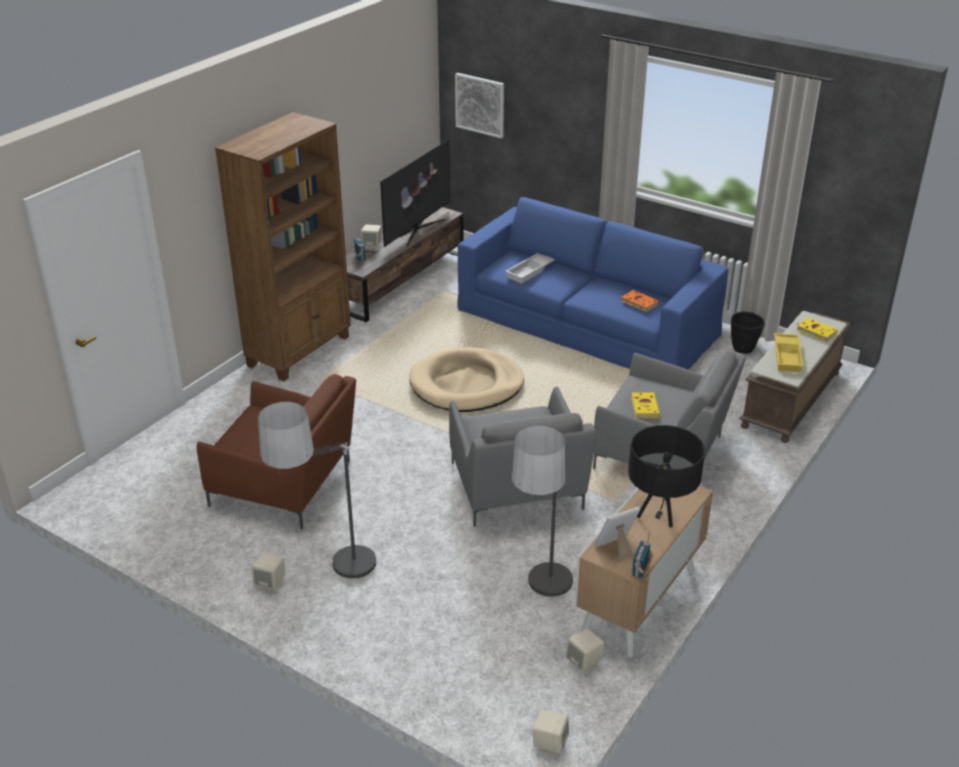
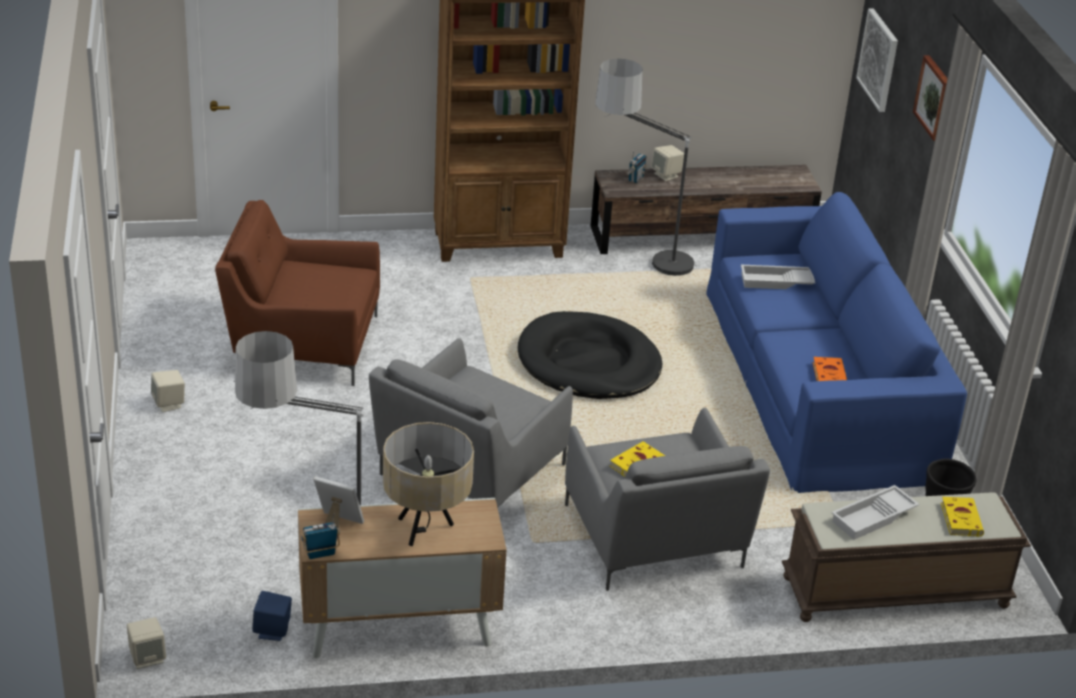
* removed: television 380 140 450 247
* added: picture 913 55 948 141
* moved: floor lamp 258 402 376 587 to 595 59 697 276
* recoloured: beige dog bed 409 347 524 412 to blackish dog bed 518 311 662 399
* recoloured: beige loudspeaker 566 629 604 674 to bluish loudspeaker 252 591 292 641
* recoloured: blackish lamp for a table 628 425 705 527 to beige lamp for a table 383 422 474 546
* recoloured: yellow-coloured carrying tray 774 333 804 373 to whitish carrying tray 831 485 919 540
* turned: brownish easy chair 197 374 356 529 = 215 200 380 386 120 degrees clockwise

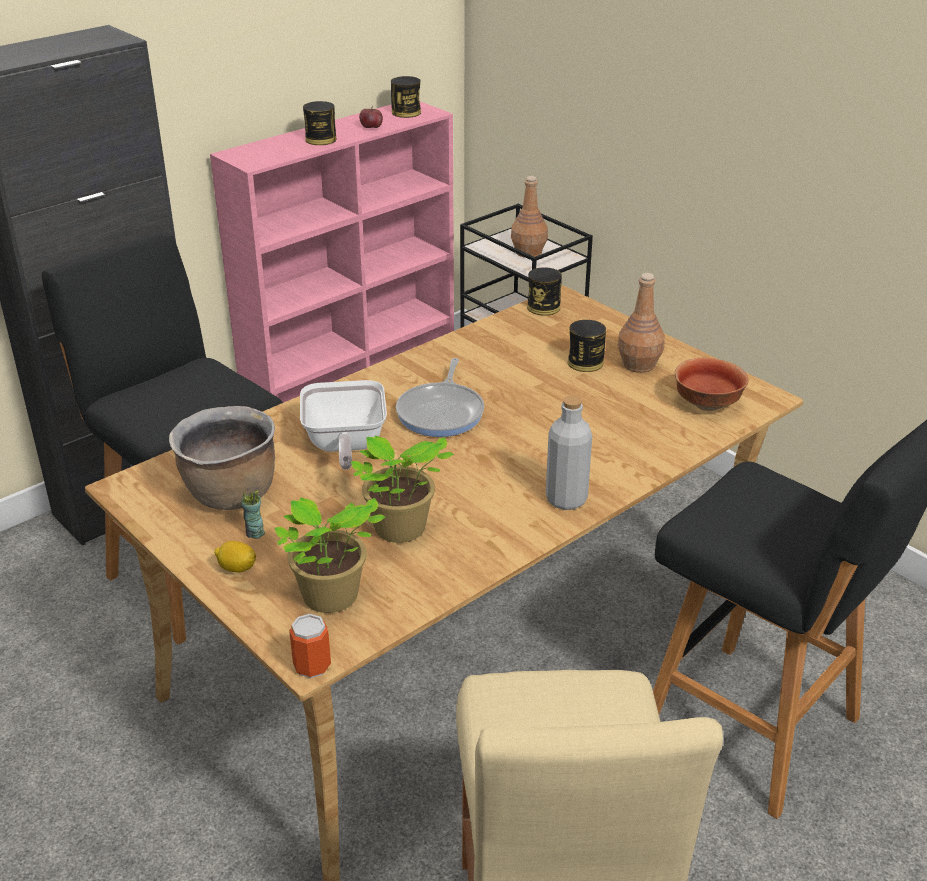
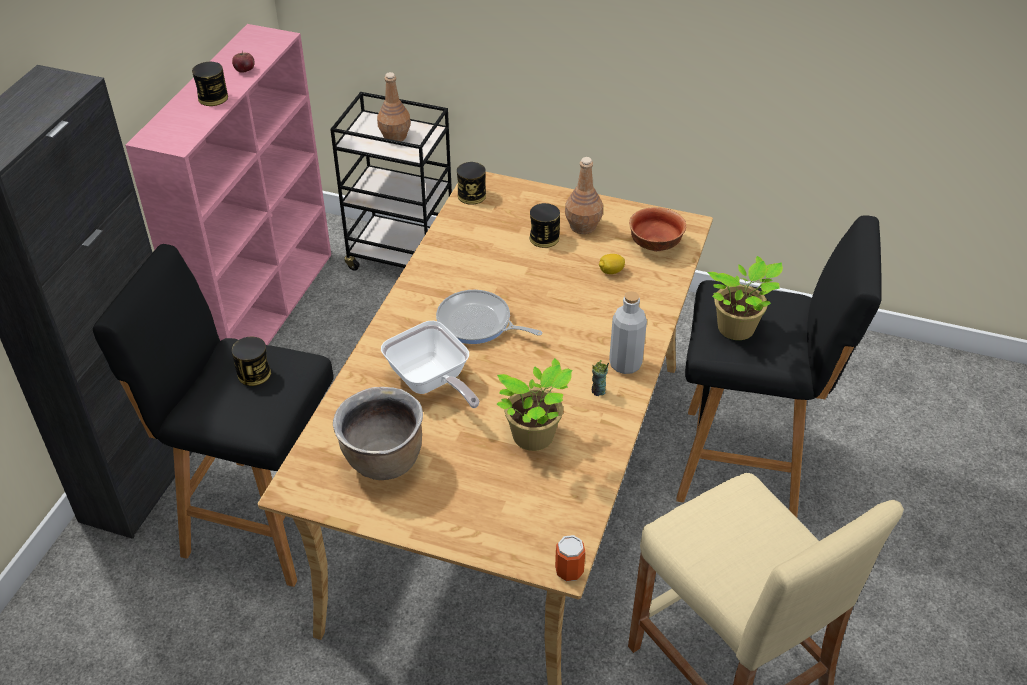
* moved: lemon 214 541 256 572 to 599 254 625 274
* moved: small cup 241 491 265 539 to 592 360 609 396
* moved: houseplant 274 497 385 613 to 707 256 783 340
* moved: metal can 391 76 421 118 to 232 337 271 386
* turned: pan 396 358 484 437 = 436 290 542 344 135 degrees clockwise

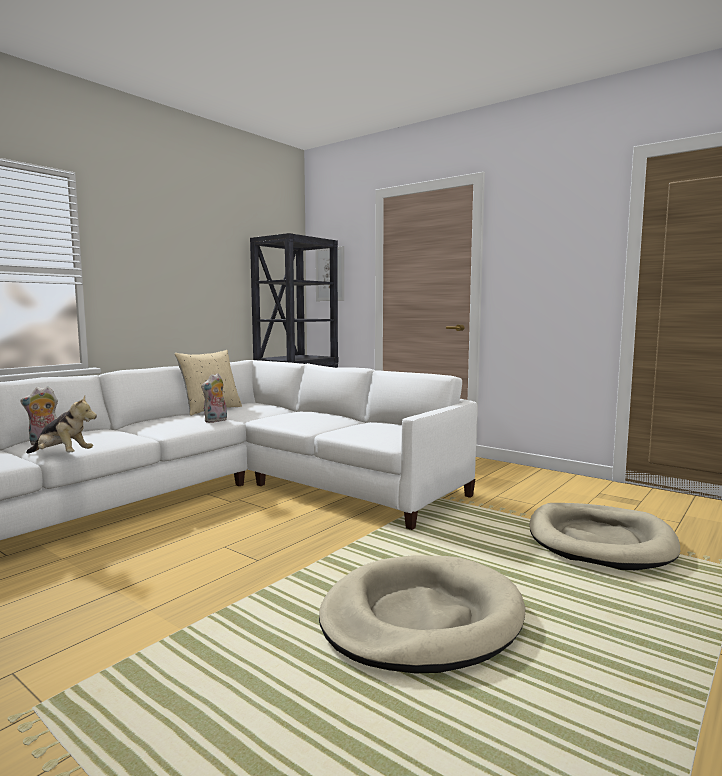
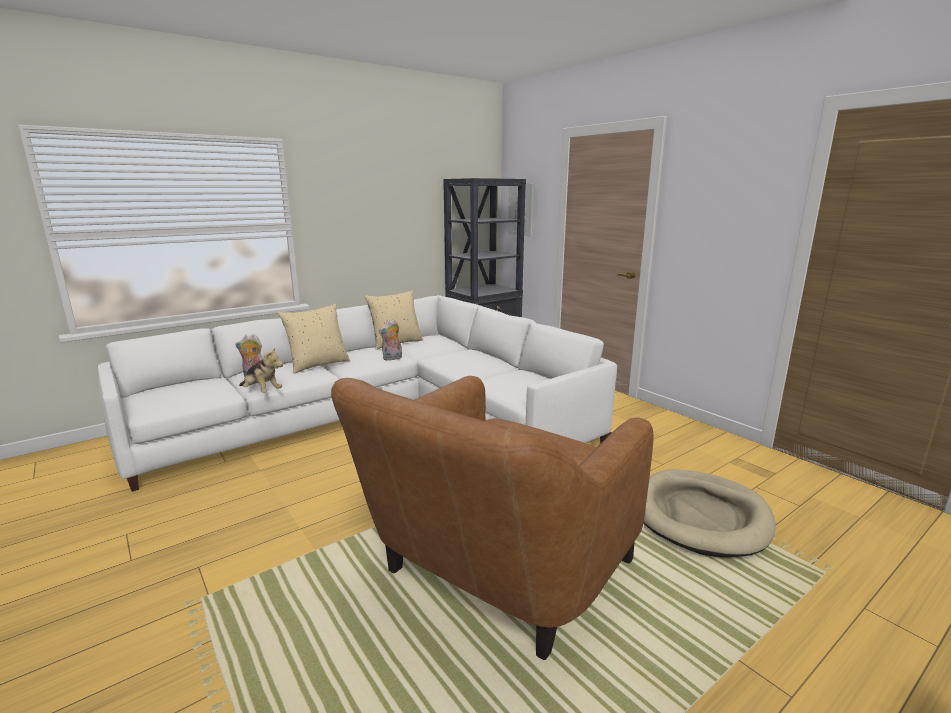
* added: beige throw pillow 278 304 350 374
* replaced: beige dog bed 319 555 525 673 to brownish easy chair 331 376 654 660

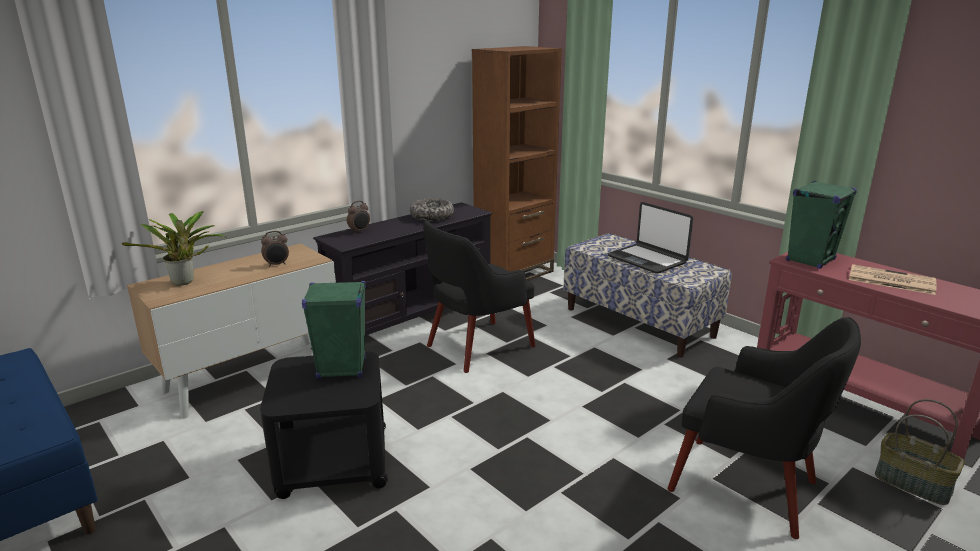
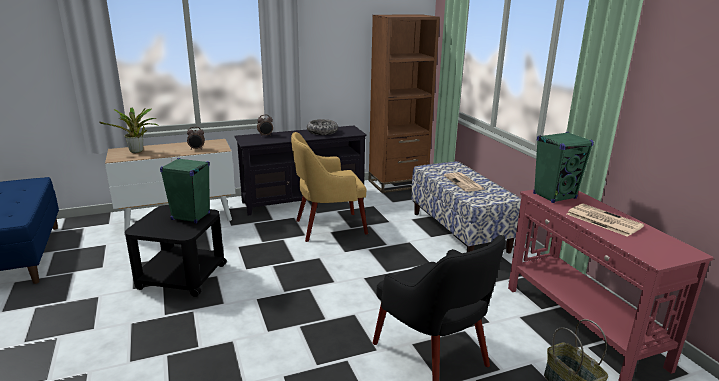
* replaced: notebook computer 608 202 693 274 to newspaper 444 172 486 192
* recoloured: blackish easy chair 423 221 536 373 to yellow-coloured easy chair 291 132 368 242

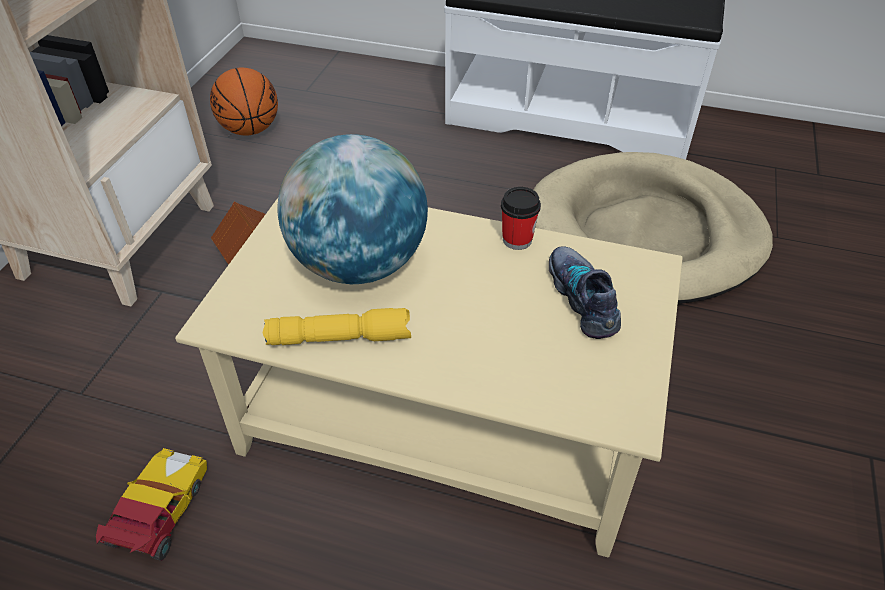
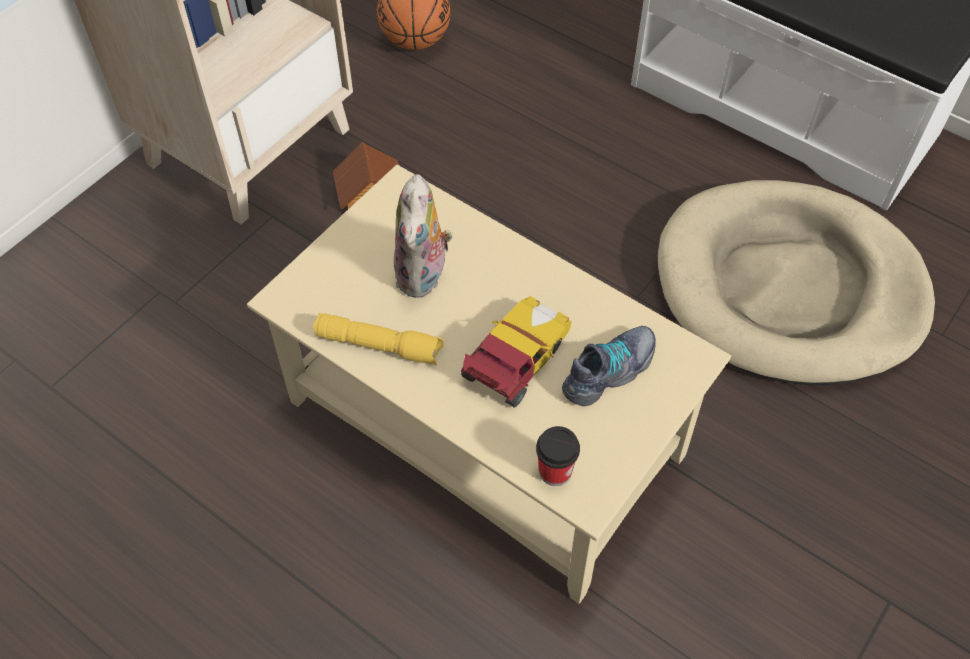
* moved: model car 96 448 207 561 to 461 296 572 408
* moved: small cup 501 187 541 250 to 536 426 580 486
* replaced: desk globe 277 134 428 284 to soft toy 394 174 452 298
* turned: low shoe 549 247 621 339 = 562 326 656 406 45 degrees clockwise

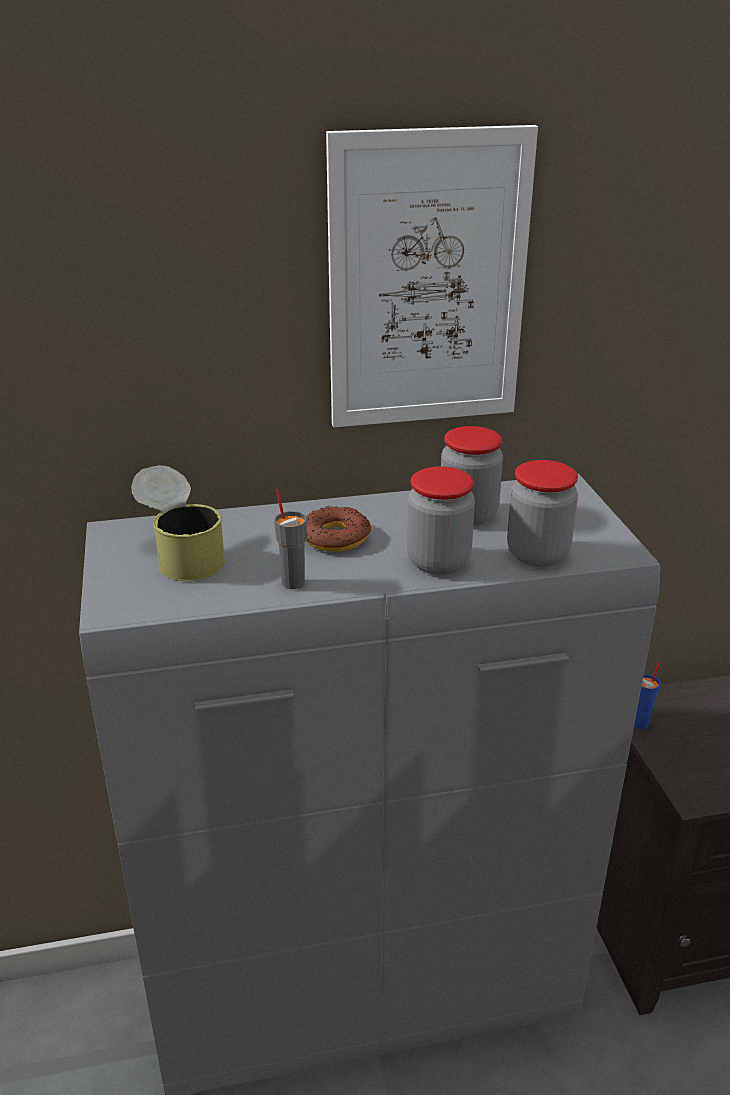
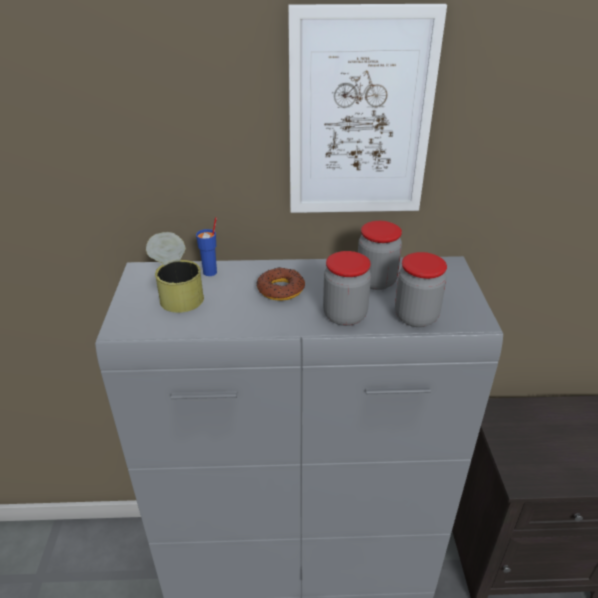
* removed: gray small cup 274 490 307 589
* moved: bluish small cup 634 661 660 729 to 196 217 217 276

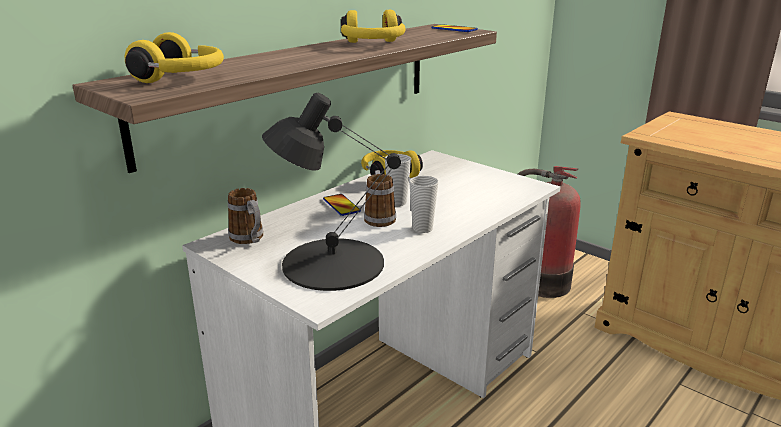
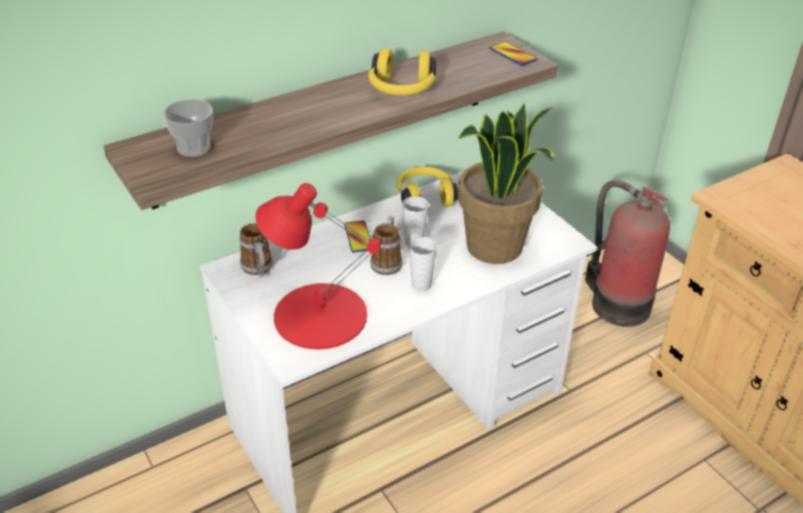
* added: houseplant 458 103 553 264
* replaced: yellow-coloured pair of headphones 125 32 224 83 to small cup 163 99 213 157
* recoloured: blackish lamp for a table 262 93 401 291 to red lamp for a table 255 183 381 349

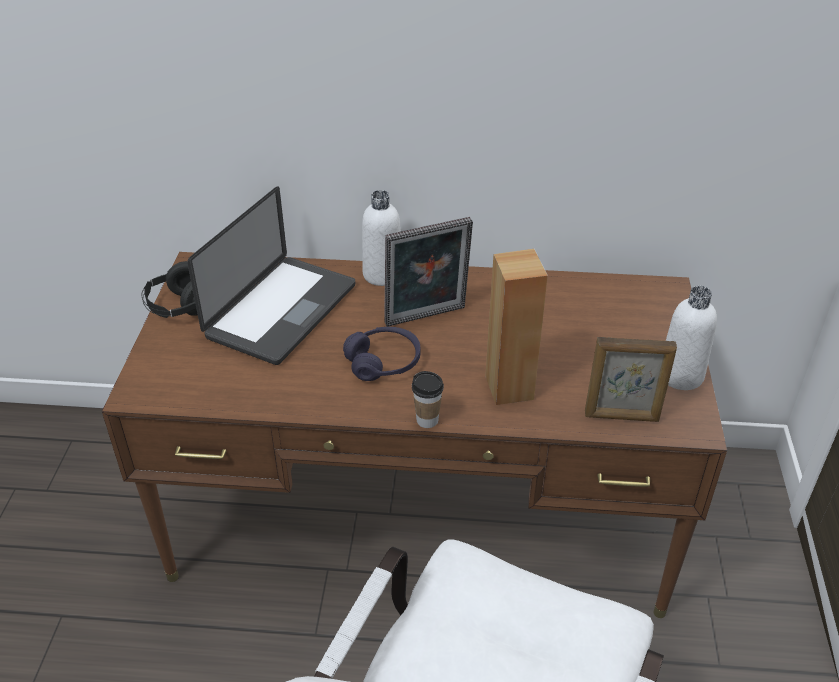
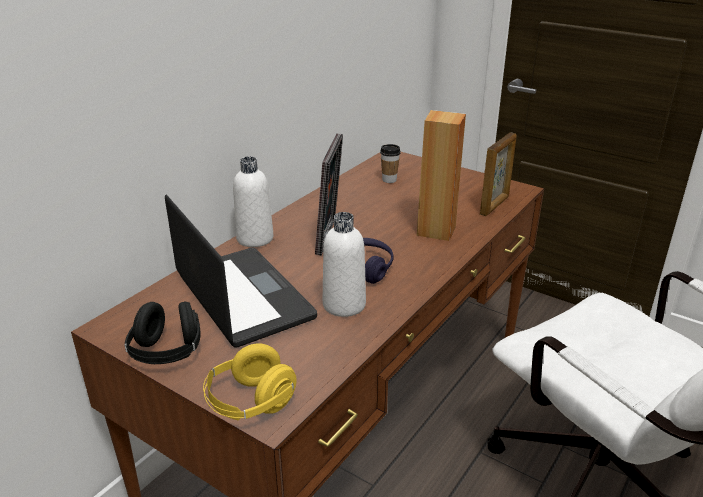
* added: yellow-coloured pair of headphones 203 344 297 420
* moved: small cup 412 371 444 428 to 380 144 401 183
* moved: whitish bottle 666 286 717 390 to 323 212 366 317

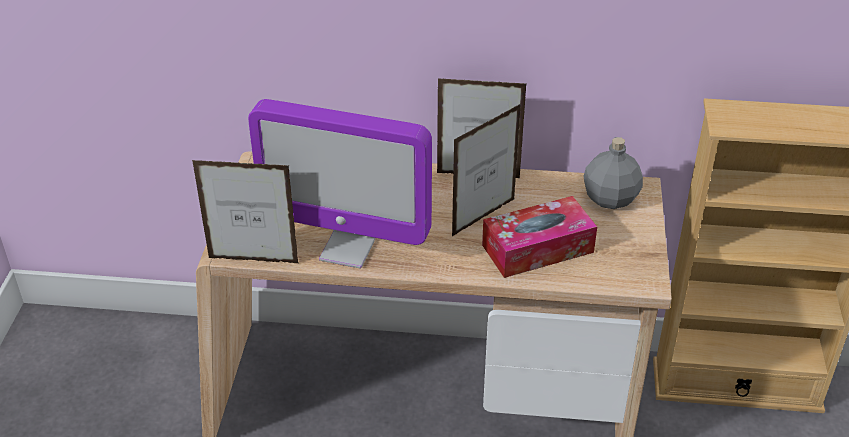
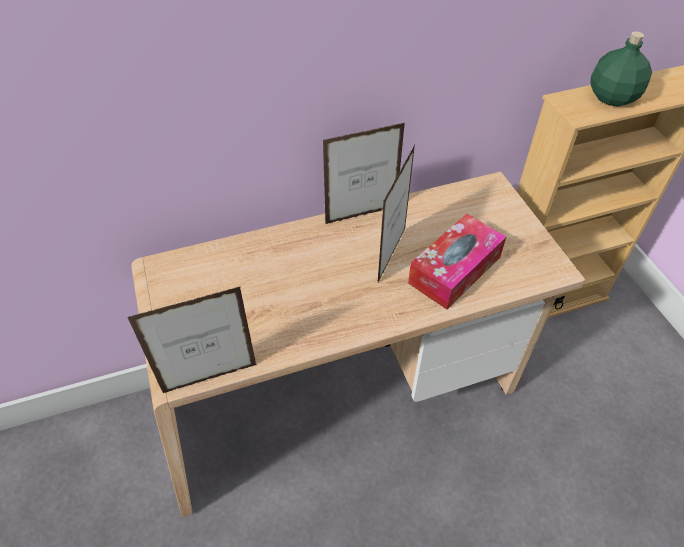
* removed: computer screen 248 99 432 268
* removed: gray bottle 583 137 643 209
* added: greenish bottle 590 31 652 106

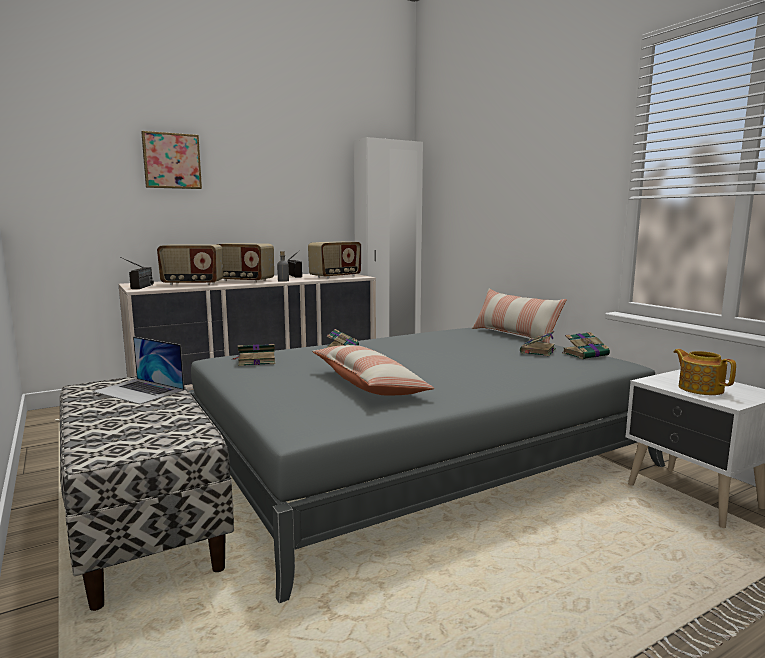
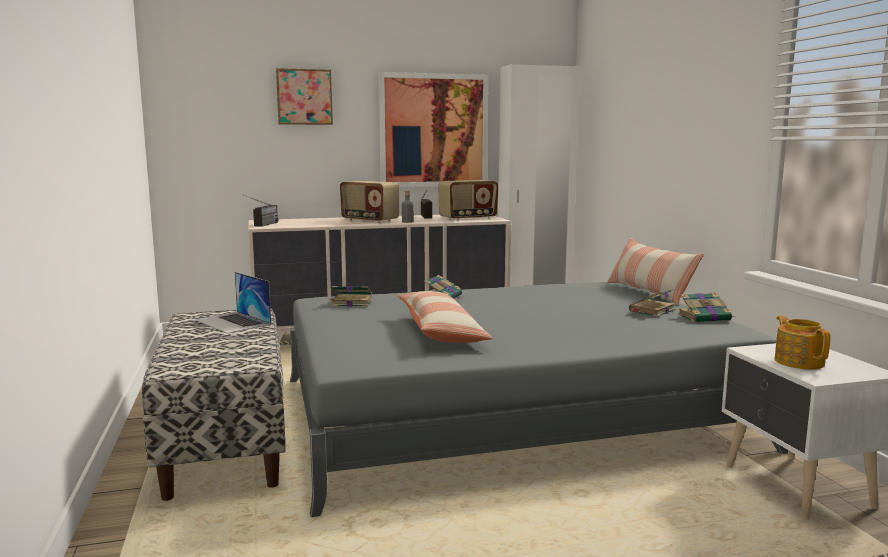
* removed: radio 157 244 223 285
* added: picture 379 72 488 187

